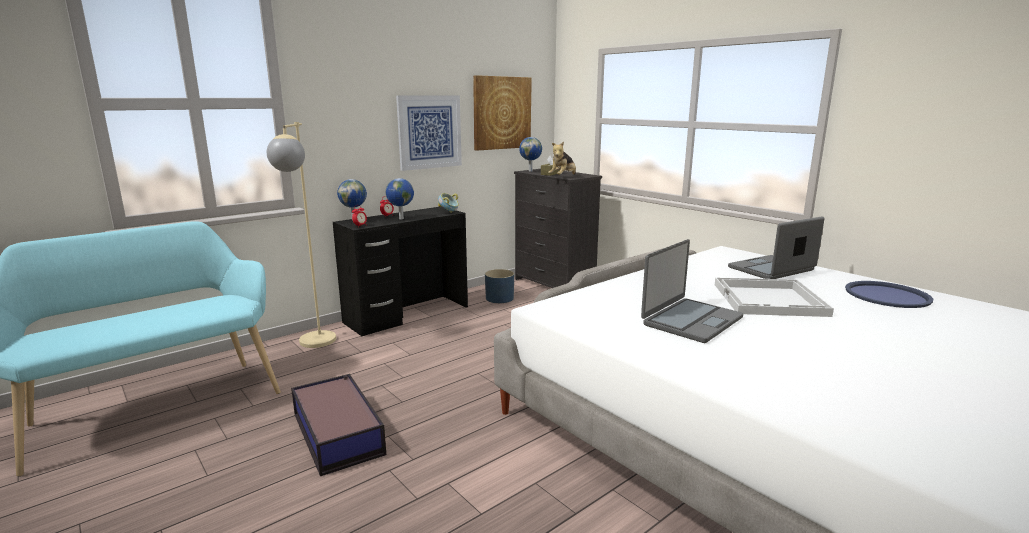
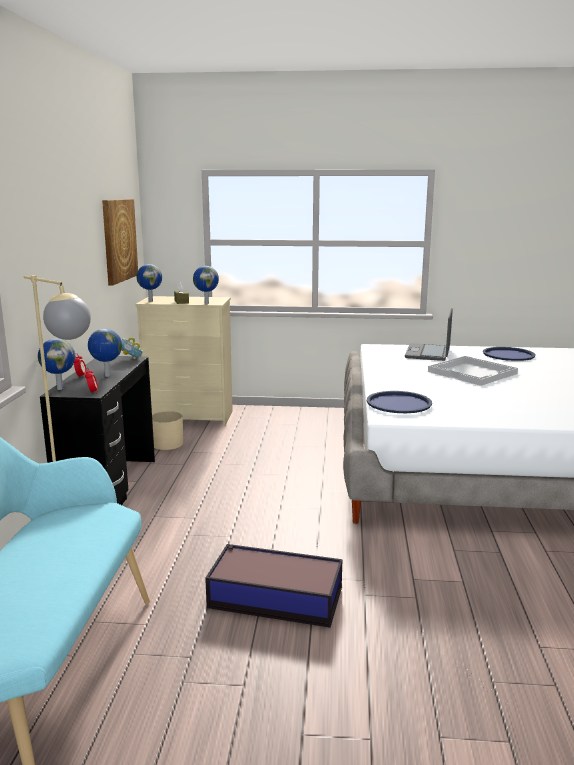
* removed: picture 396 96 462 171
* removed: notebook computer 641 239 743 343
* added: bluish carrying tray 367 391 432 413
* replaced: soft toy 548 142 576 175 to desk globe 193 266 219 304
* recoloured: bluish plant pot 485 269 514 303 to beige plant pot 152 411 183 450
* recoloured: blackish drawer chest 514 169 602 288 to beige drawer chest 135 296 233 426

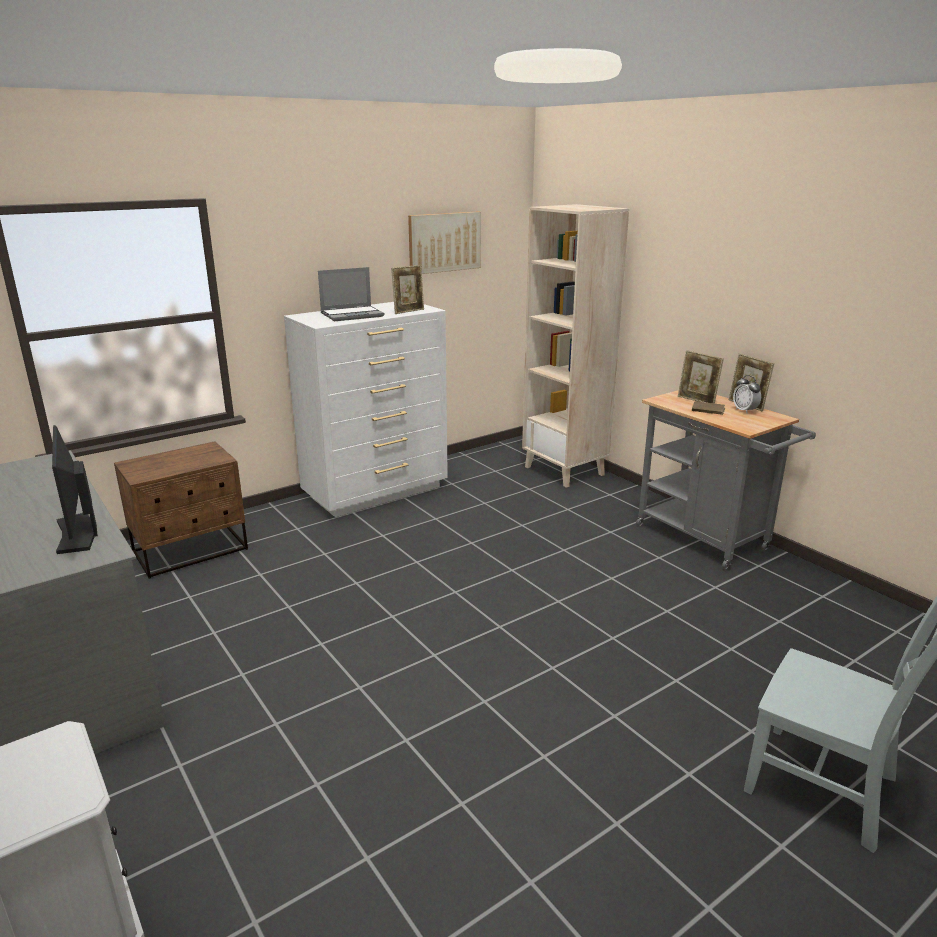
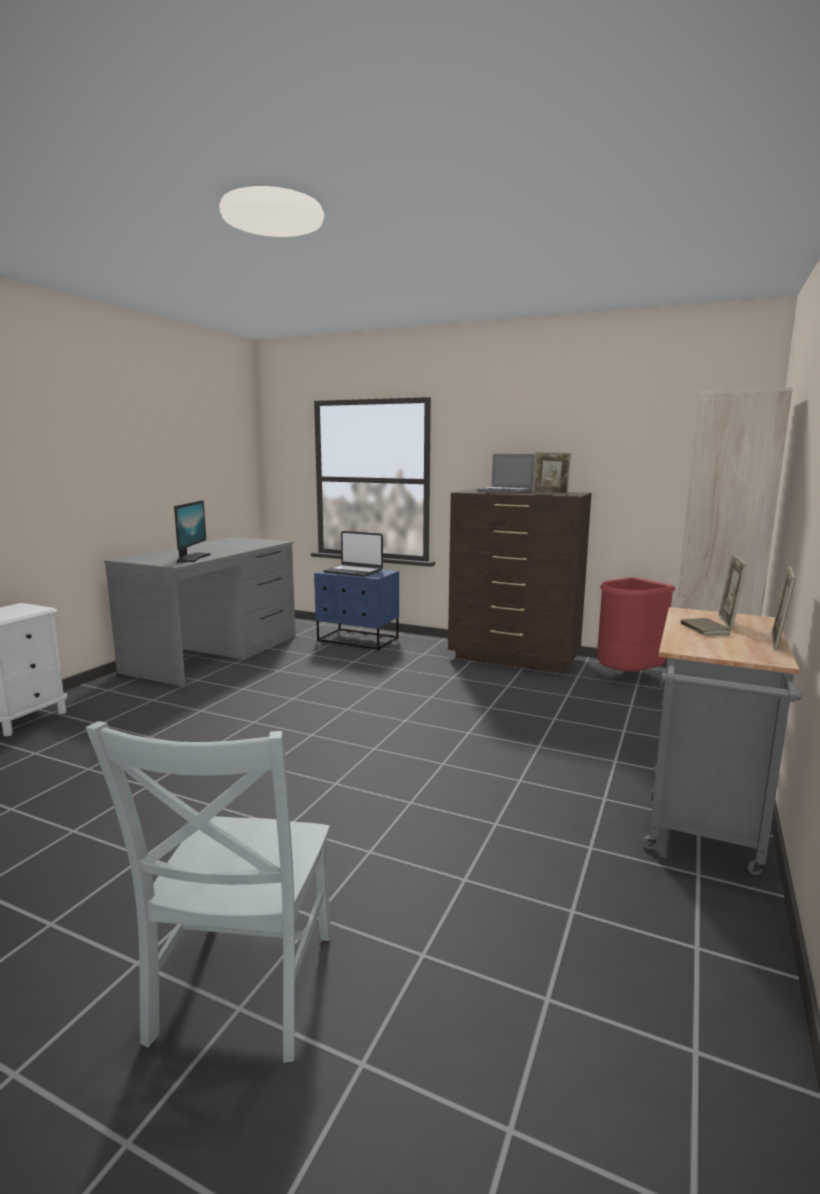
* removed: picture 408 212 481 274
* removed: table clock 733 375 761 413
* added: notebook computer 323 531 383 577
* added: red trash can 597 577 675 672
* recoloured: brownish night table 114 441 248 579 to bluish night table 314 566 399 651
* recoloured: whitish drawer chest 284 302 448 517 to brownish drawer chest 448 489 592 674
* turned: computer screen 52 425 98 554 = 174 500 211 563 150 degrees clockwise

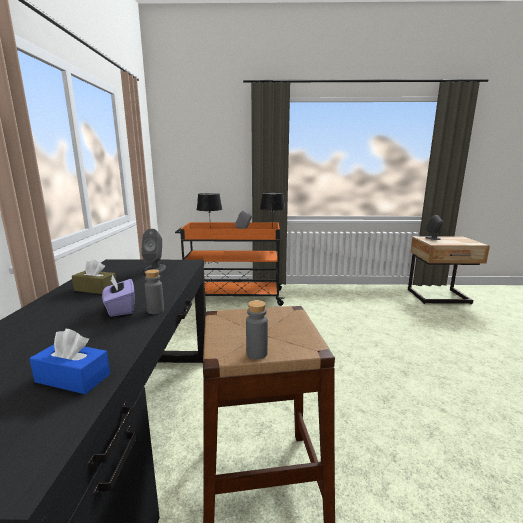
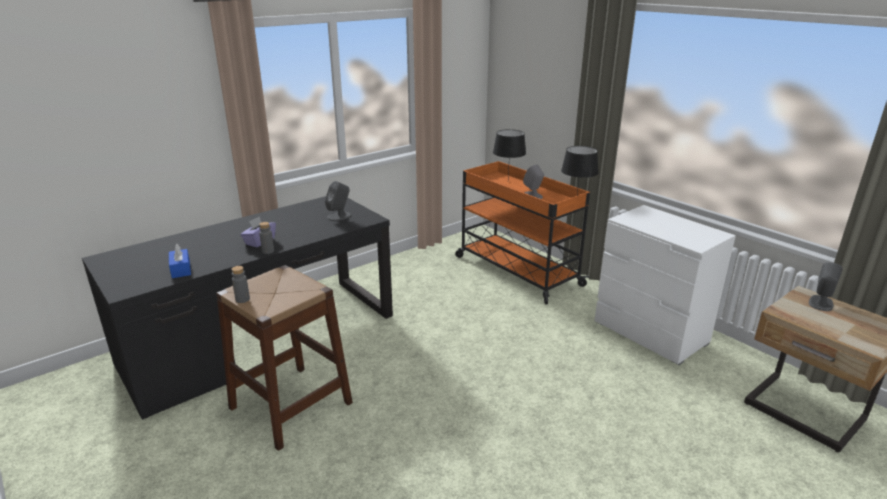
* removed: brownish tissue box 72 259 117 294
* added: whitish drawer chest 594 205 736 365

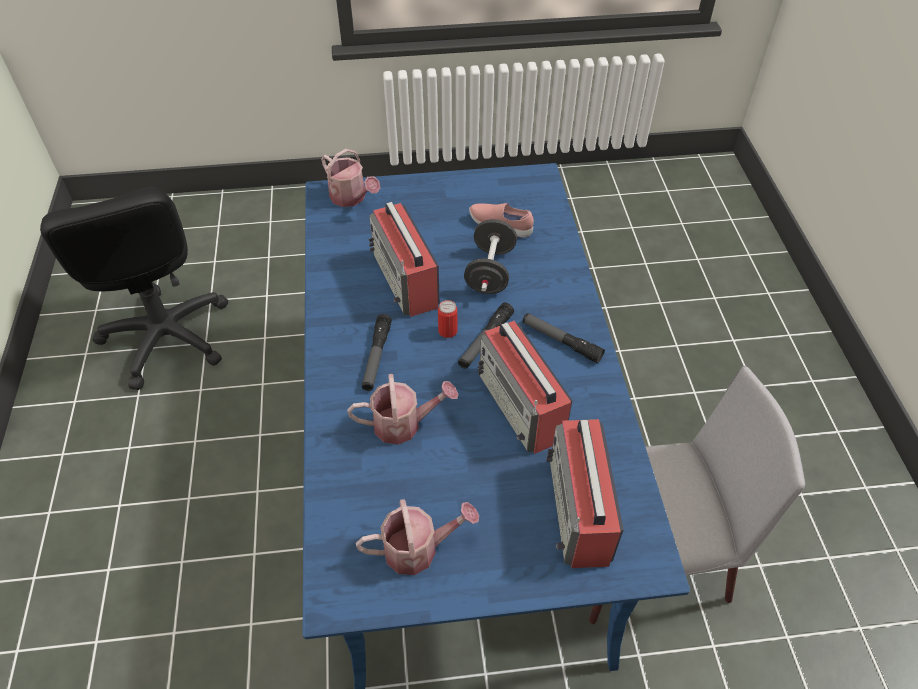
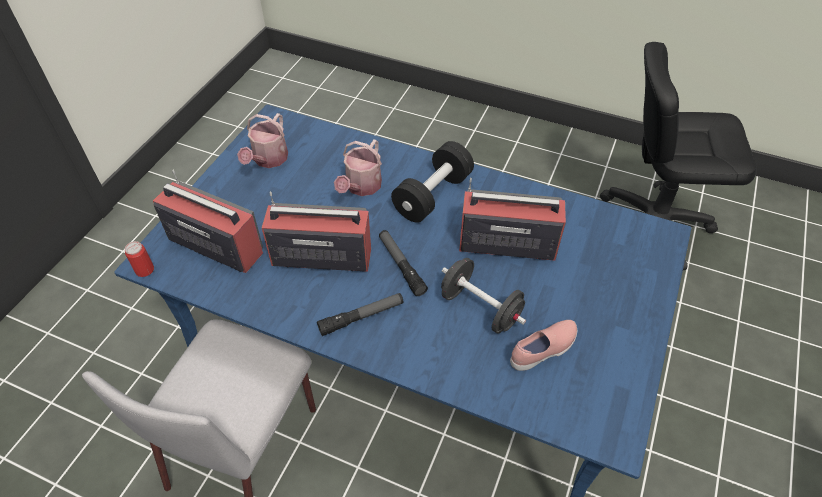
* removed: sprinkling can 321 149 380 207
* moved: metal can 438 300 457 338 to 125 241 154 277
* replaced: torch 362 314 392 391 to blackish free weight 391 141 474 223

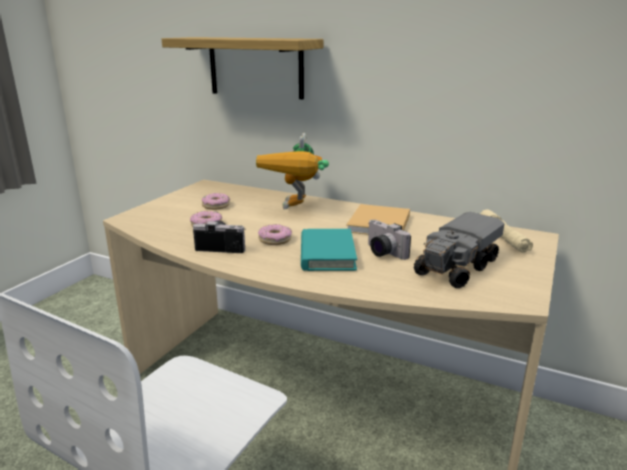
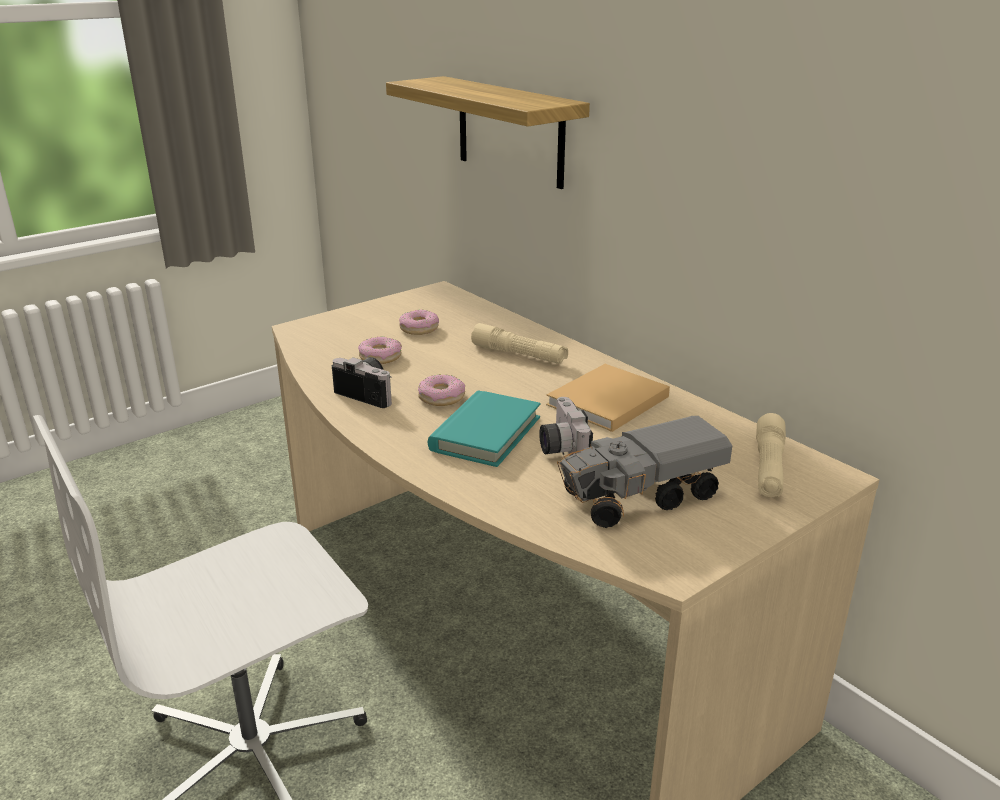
* replaced: model robot 256 133 329 209 to beige torch 471 323 568 364

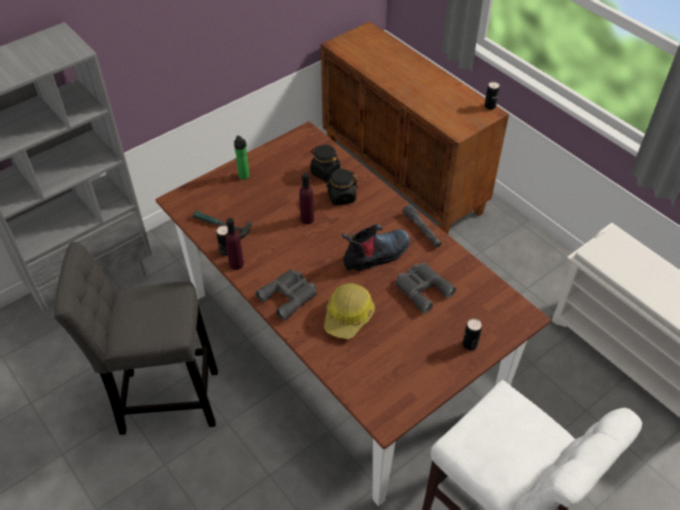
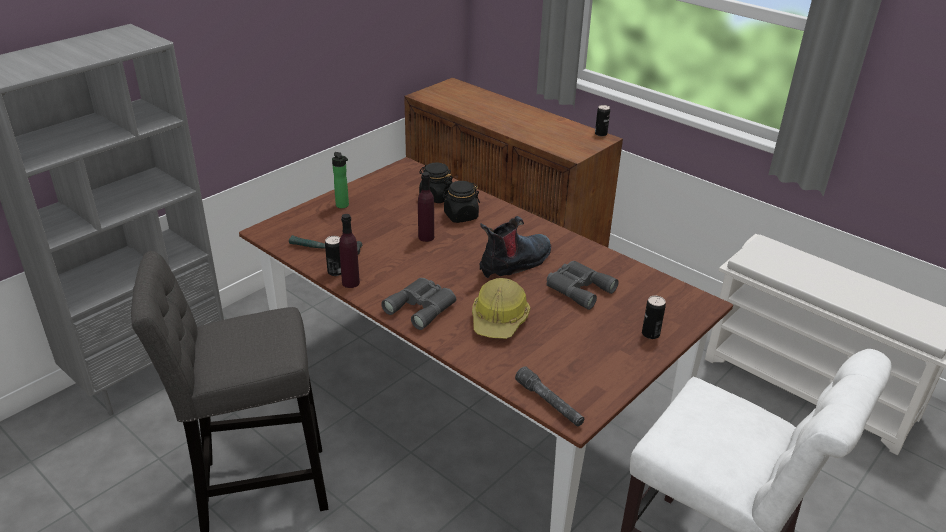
* moved: gray torch 403 204 442 248 to 515 366 584 427

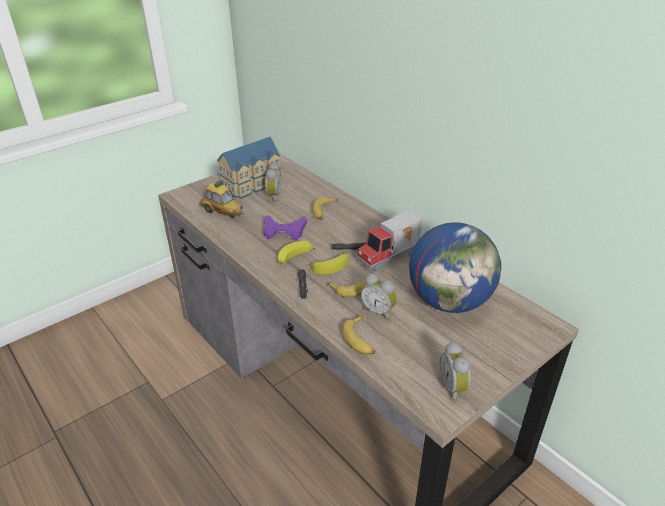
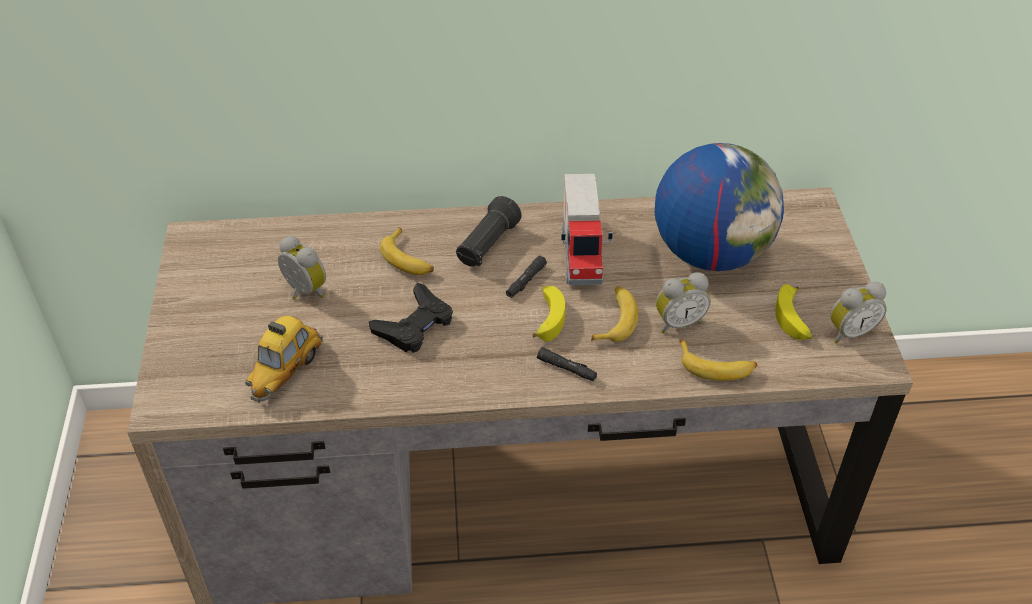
* removed: model house 217 137 281 199
* added: blackish torch 456 196 522 267
* moved: banana 278 241 315 265 to 775 284 813 340
* recoloured: purple-coloured game controller 264 215 307 240 to blackish game controller 369 283 453 353
* turned: model car 199 180 244 218 = 245 316 323 403 135 degrees clockwise
* turned: table clock 440 342 471 402 = 830 282 887 343 45 degrees counterclockwise

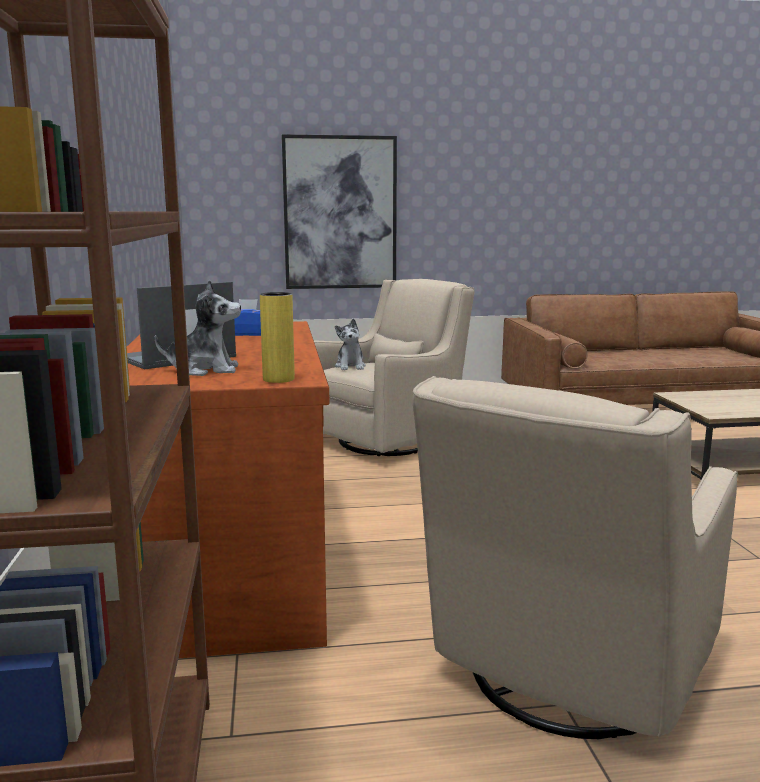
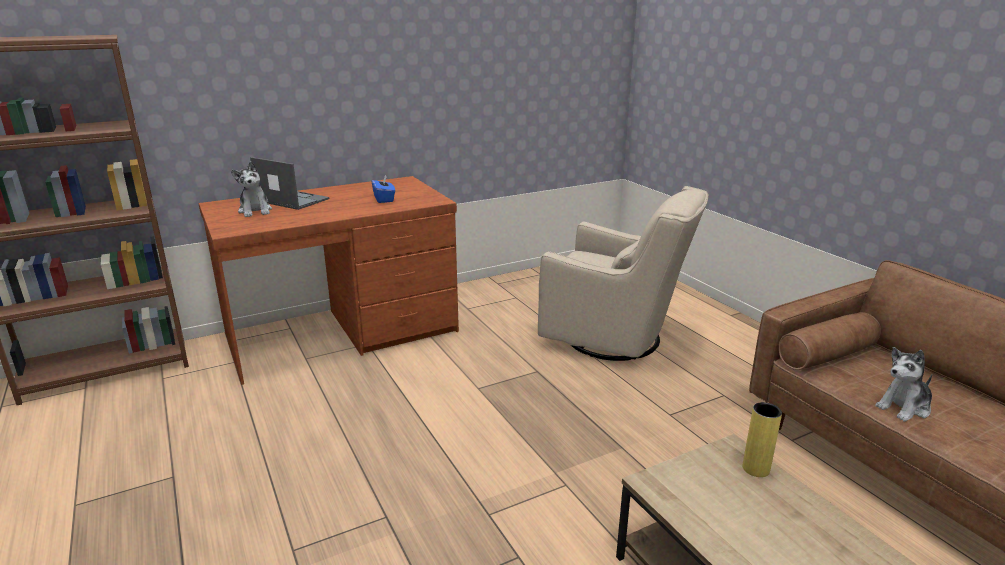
* removed: picture 282 134 397 289
* removed: beige easy chair 412 376 738 739
* moved: yellow-coloured flower vase 260 292 295 383 to 742 402 782 477
* moved: soft toy 335 319 366 370 to 875 347 932 422

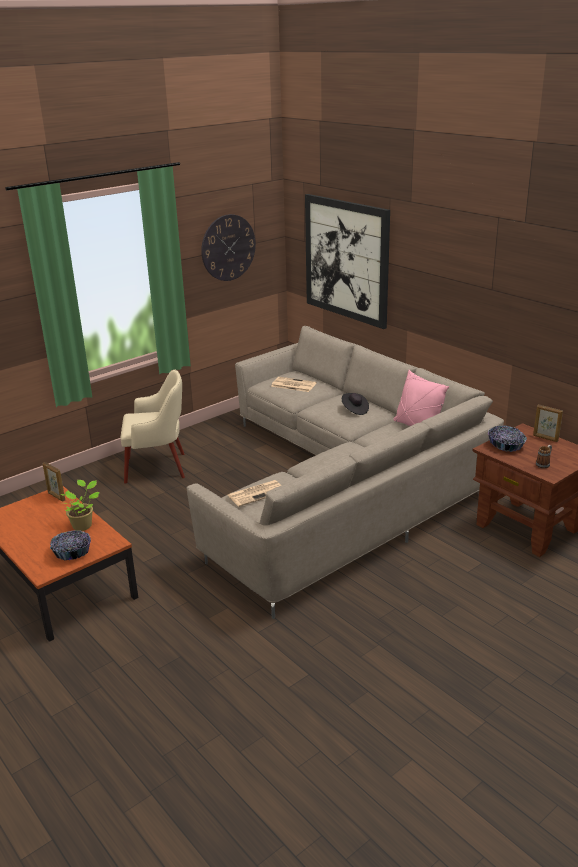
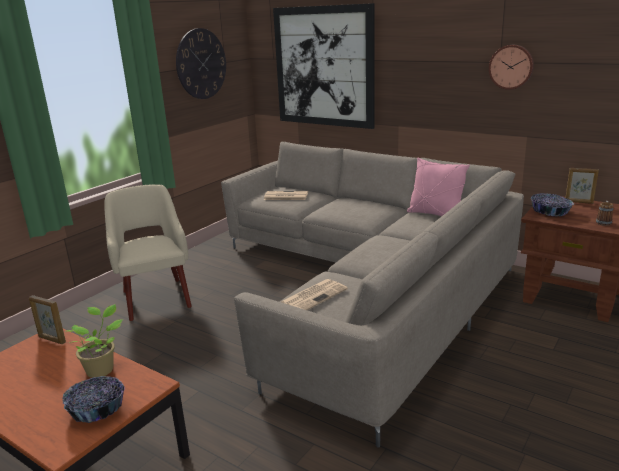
* removed: blackish clothing hat 342 393 369 415
* added: clock on the wall 489 45 534 90
* turned: beige easy chair 120 369 185 483 = 104 184 192 321 90 degrees counterclockwise

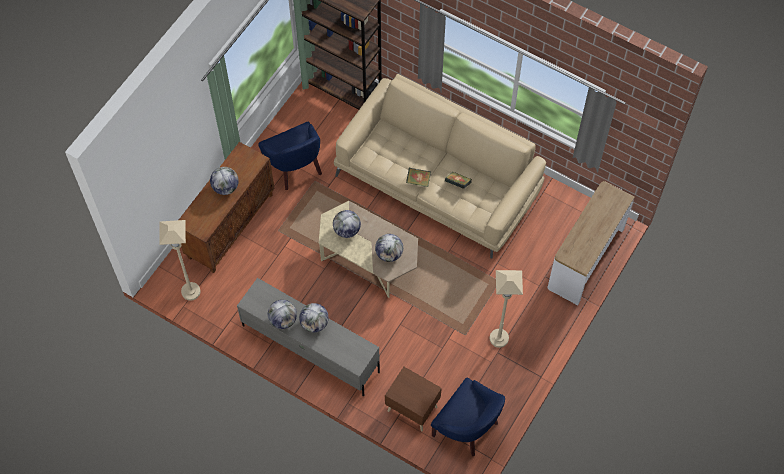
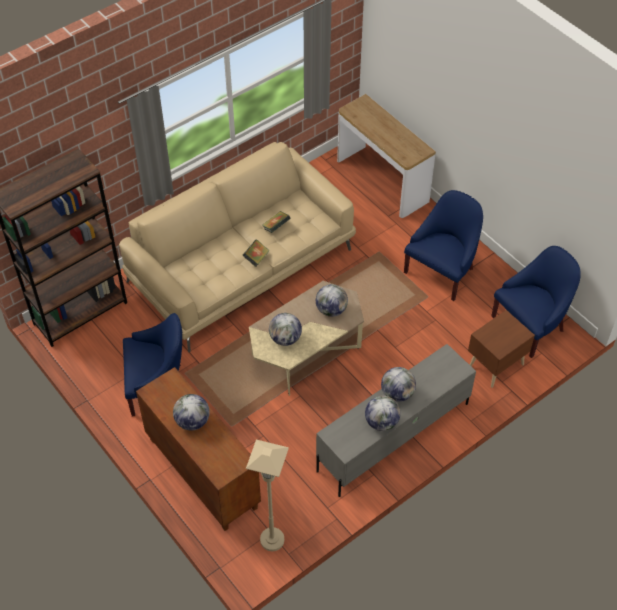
* replaced: beige floor lamp 490 270 523 348 to bluish easy chair 404 190 483 301

